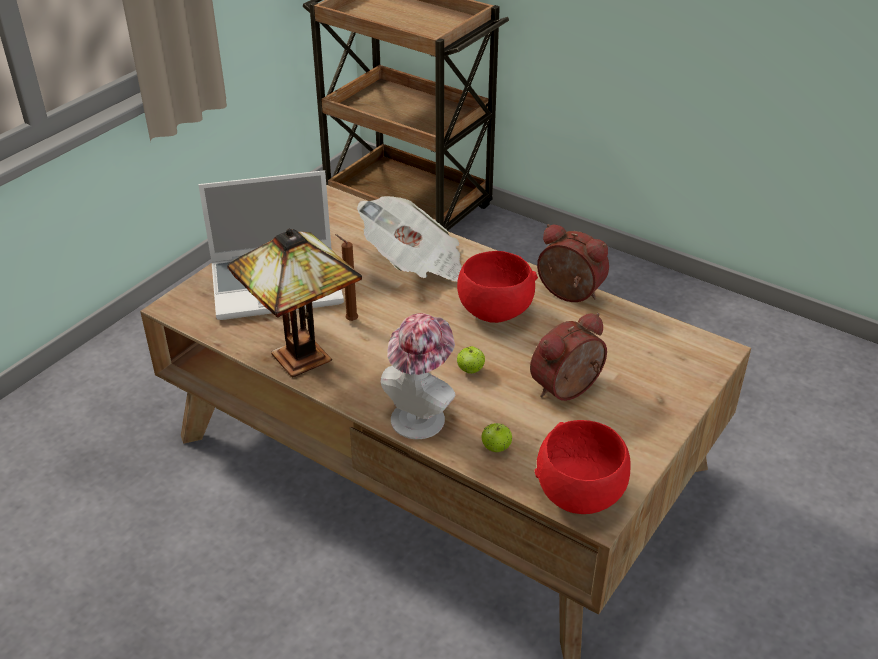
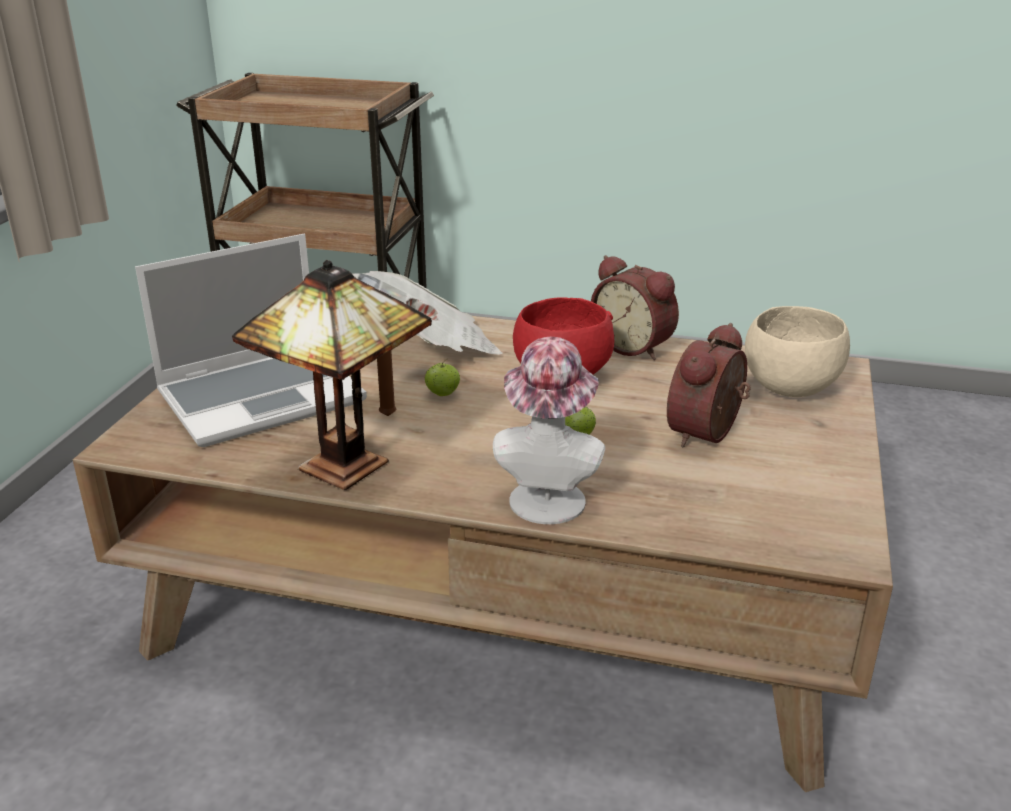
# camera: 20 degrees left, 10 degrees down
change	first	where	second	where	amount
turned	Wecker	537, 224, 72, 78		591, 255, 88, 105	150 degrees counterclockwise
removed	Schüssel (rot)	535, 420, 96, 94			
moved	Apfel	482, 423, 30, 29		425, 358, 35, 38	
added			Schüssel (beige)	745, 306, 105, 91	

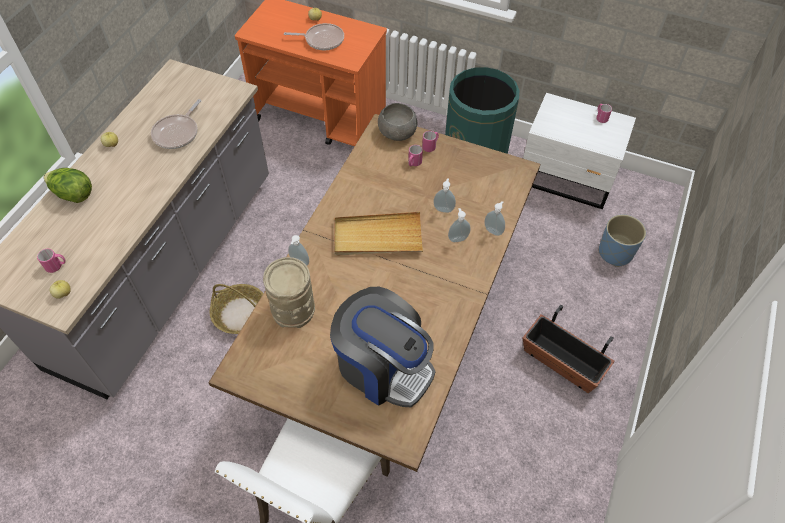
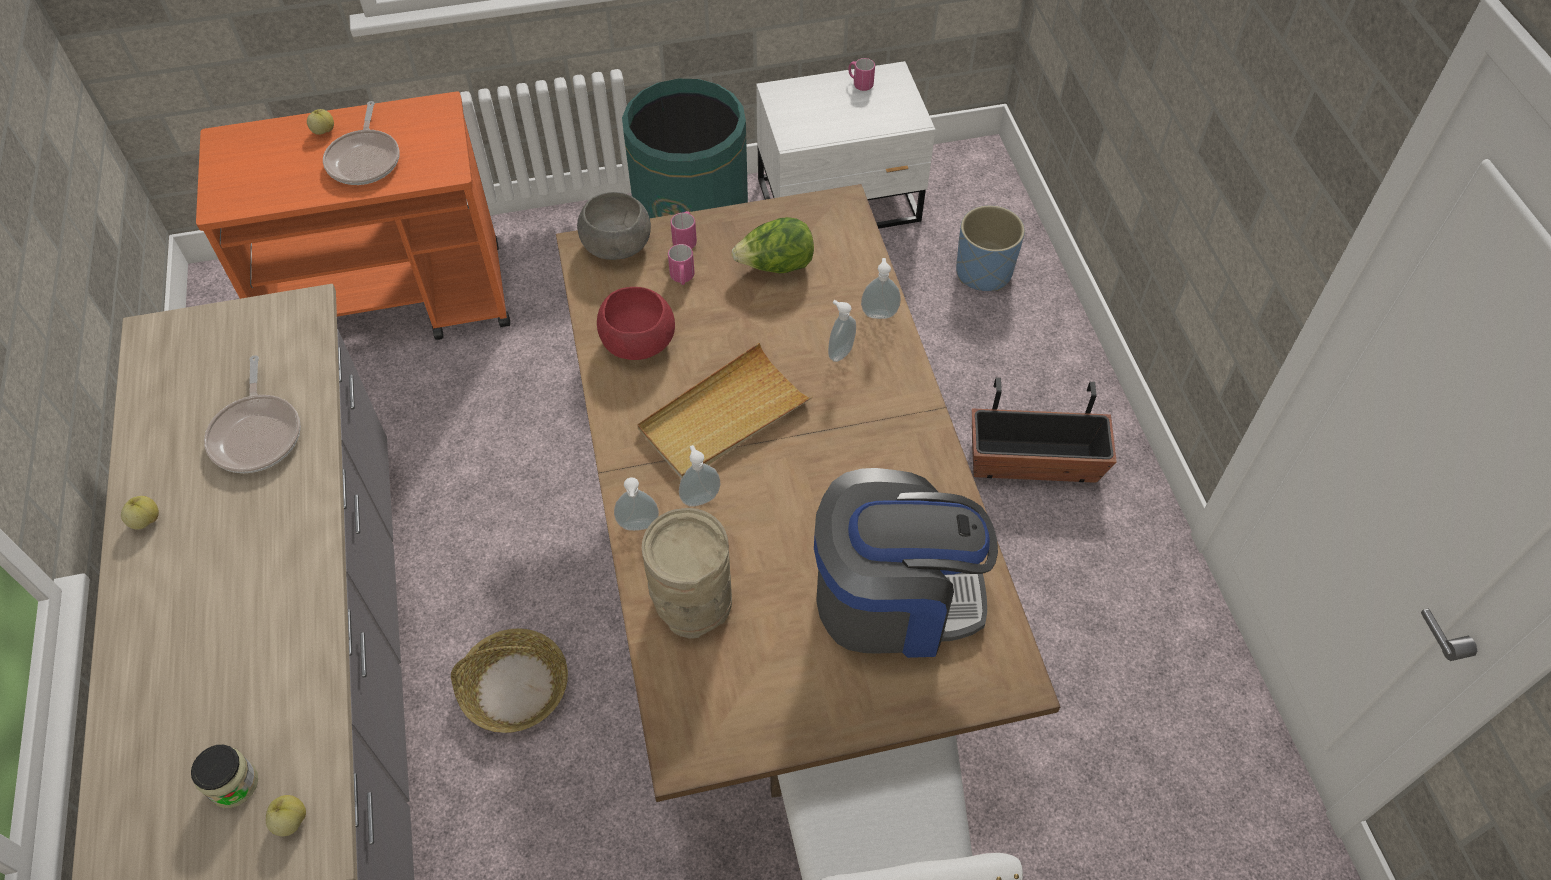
# camera: 35 degrees left, 0 degrees up
change	first	where	second	where	amount
turned	Pfanne	284, 23, 60, 27		323, 101, 77, 84	120 degrees clockwise
moved	Salatkopf	44, 168, 48, 35		731, 217, 83, 57	
moved	Seifenspender	433, 178, 23, 35		679, 445, 41, 62	
replaced	Henkelbecher (rosa)	37, 249, 28, 24	Vorratsglas	191, 745, 67, 63	
added			Schüssel (rot)	597, 287, 78, 73	

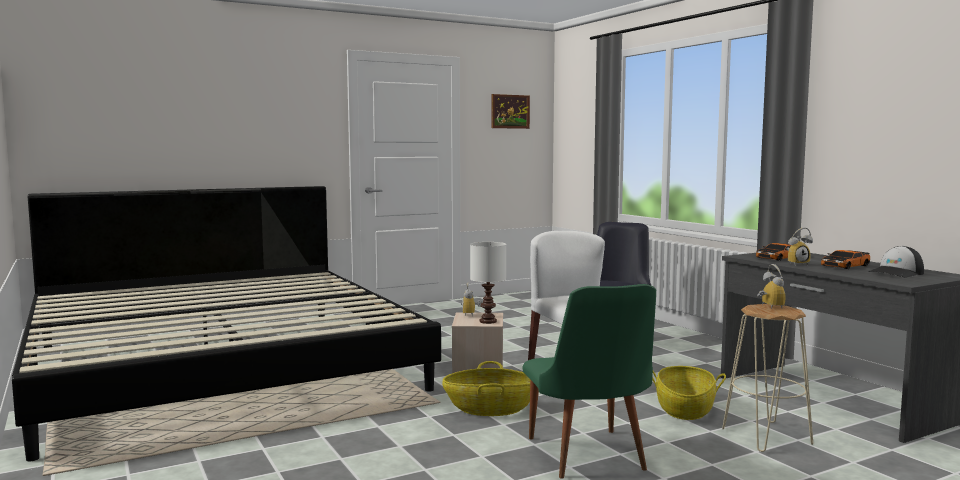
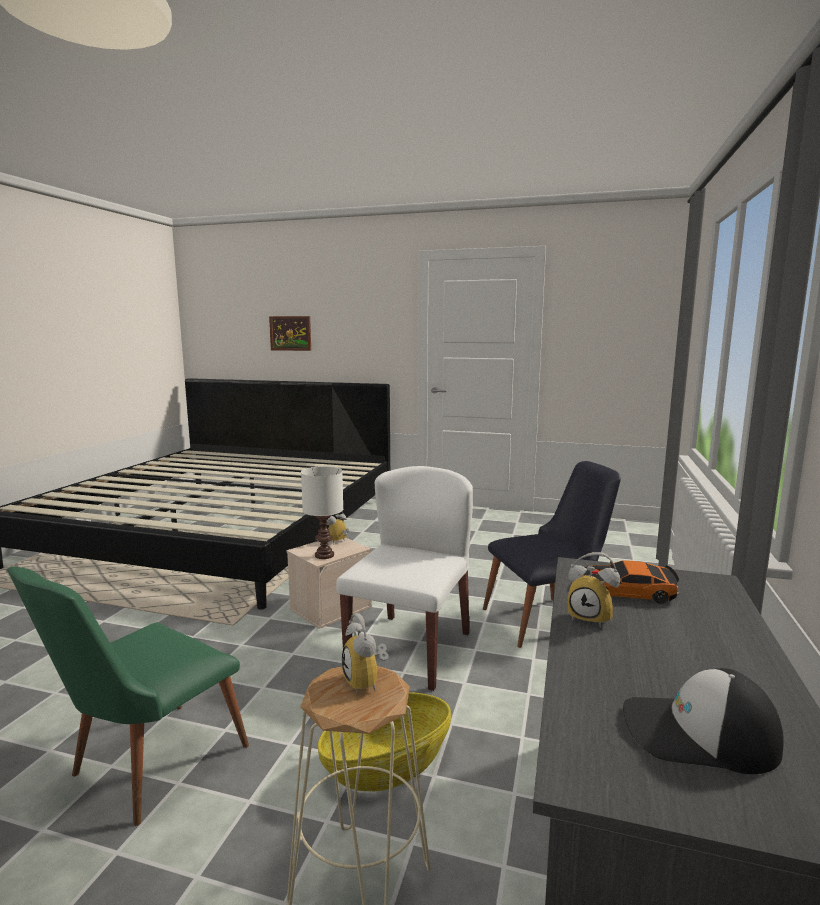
# camera: 45 degrees right, 5 degrees up
change	first	where	second	where	amount
moved	Bild	491, 94, 39, 35		269, 316, 42, 35	
removed	Spielzeugauto	821, 250, 49, 19			
turned	Wecker	757, 264, 29, 45		342, 613, 46, 80	120 degrees clockwise
removed	Korb	442, 361, 88, 55			

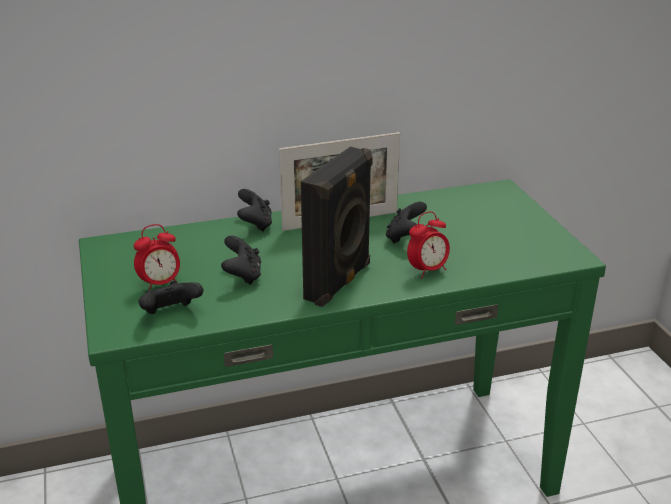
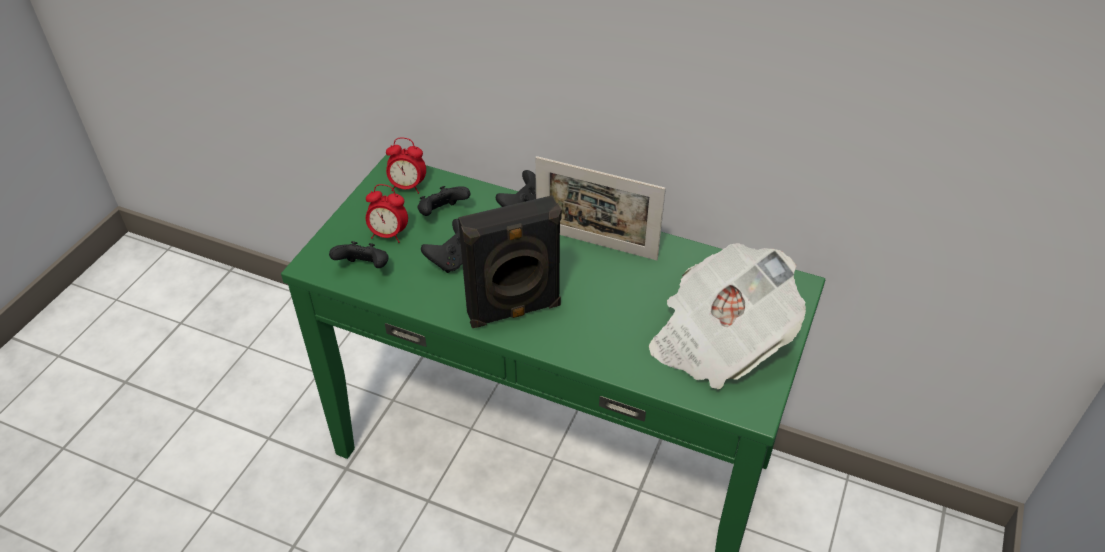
# camera: 40 degrees right, 15 degrees up
change	first	where	second	where	amount
moved	Gamepad (schwarz)	386, 202, 41, 42		417, 186, 53, 30	
moved	Wecker	407, 211, 43, 67		386, 138, 40, 56	
added			Zeitung	649, 243, 157, 147	

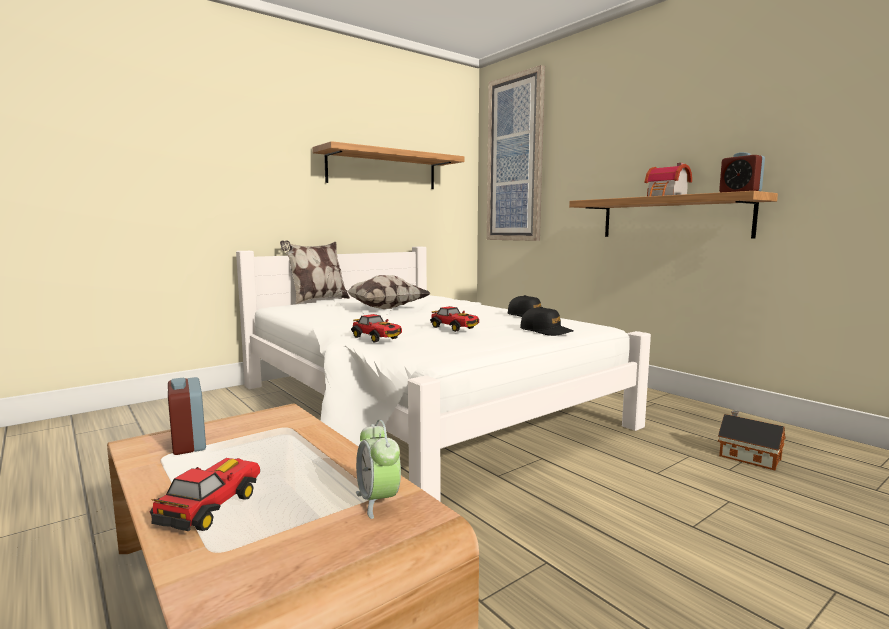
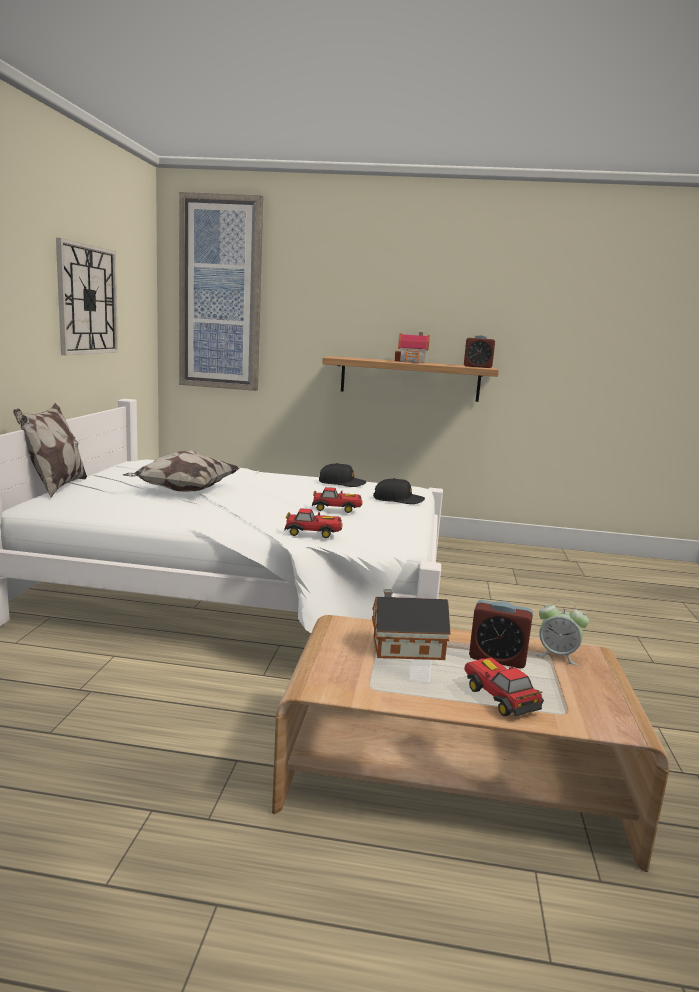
# camera: 45 degrees left, 5 degrees up
change	first	where	second	where	amount
replaced	Wandregal	312, 141, 153, 48	Wanduhr	56, 238, 62, 117	
moved	Wecker	168, 377, 38, 78		469, 600, 64, 69	
moved	Spielzeughaus	718, 410, 67, 61		372, 589, 79, 71	

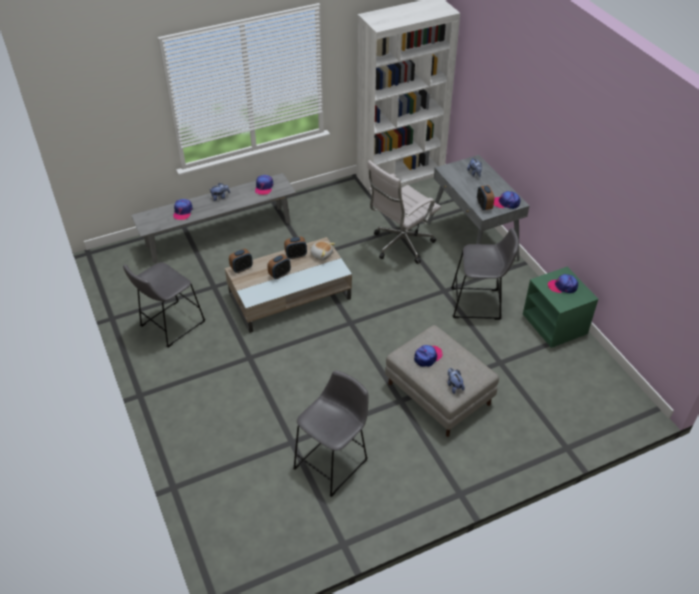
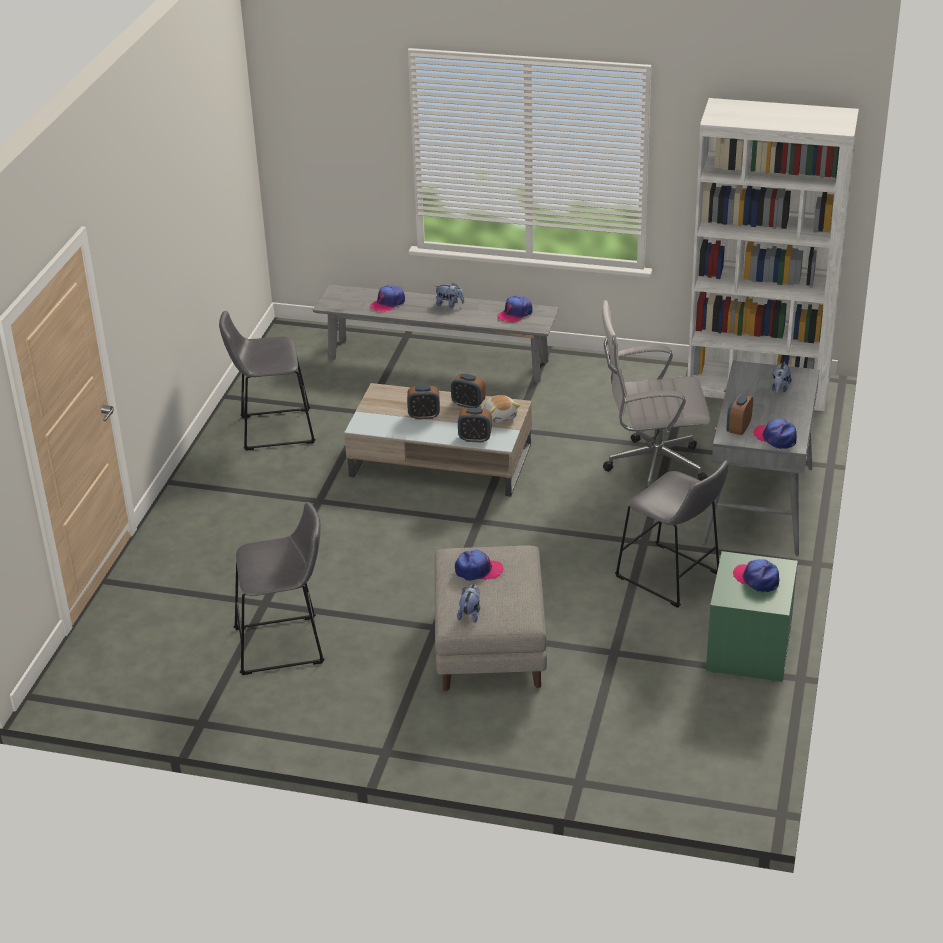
# camera: 40 degrees right, 10 degrees down
change	first	where	second	where	amount
moved	Wecker	229, 249, 24, 24		458, 408, 34, 35	

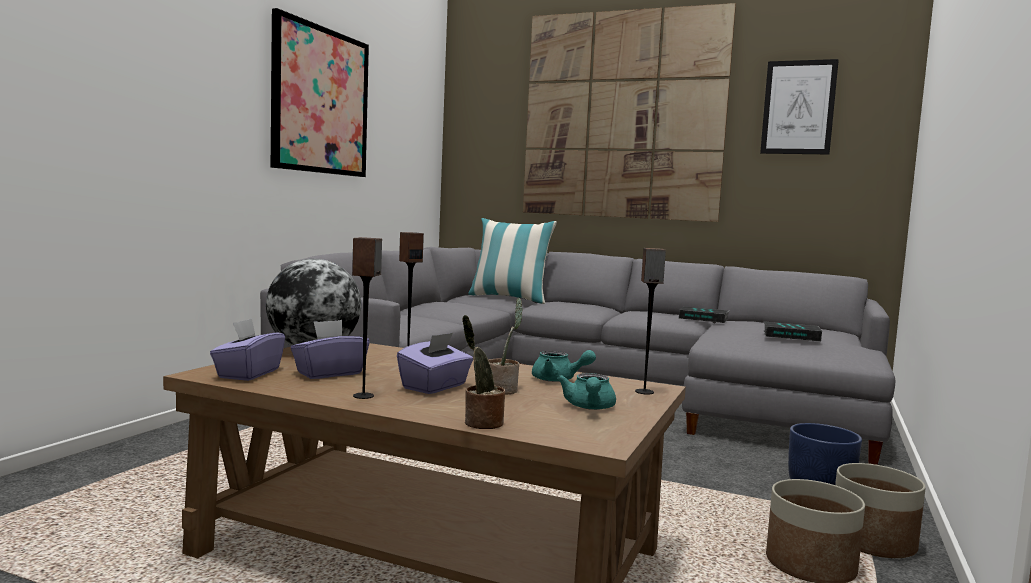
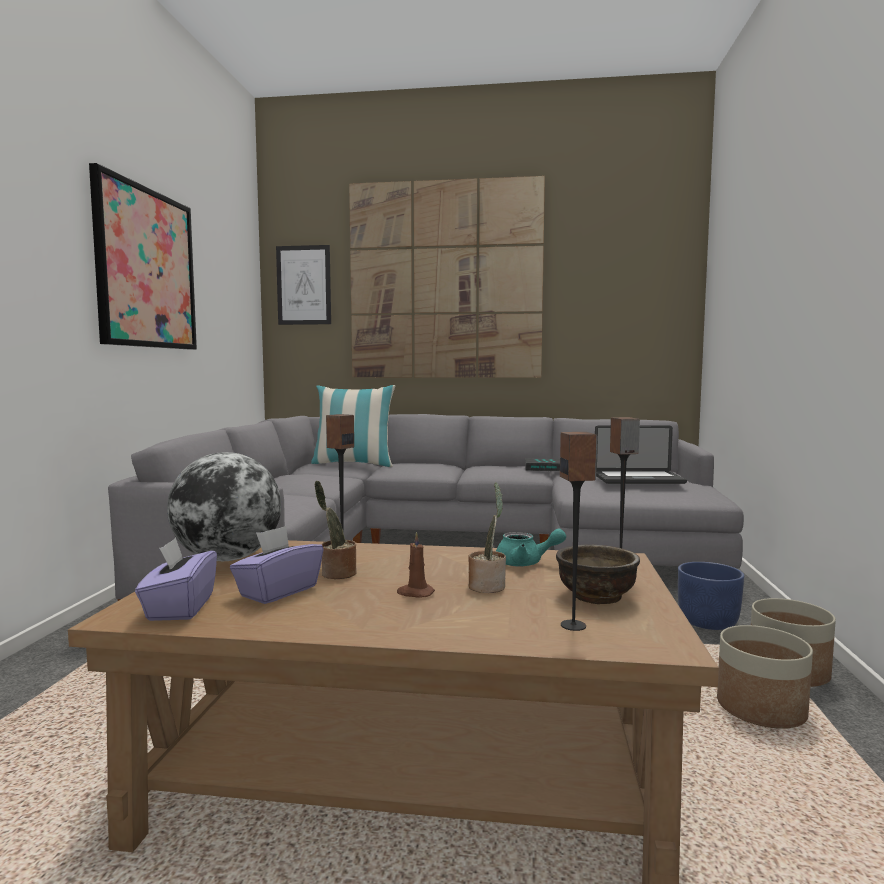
# camera: 15 degrees left, 0 degrees up
change	first	where	second	where	amount
moved	Bild	760, 59, 79, 95		276, 245, 55, 80	
moved	Lautsprecher	352, 237, 30, 162		560, 432, 37, 199	
moved	Topfpflanze	462, 315, 43, 114		315, 481, 42, 98	
replaced	Buch	764, 321, 58, 20	Laptop	595, 426, 92, 58	
replaced	Taschentuchbox (lila)	397, 333, 76, 61	Kerze (braun)	397, 532, 38, 66	
replaced	Teekanne (türkis)	557, 373, 59, 37	Schüssel (braun)	556, 545, 84, 59	

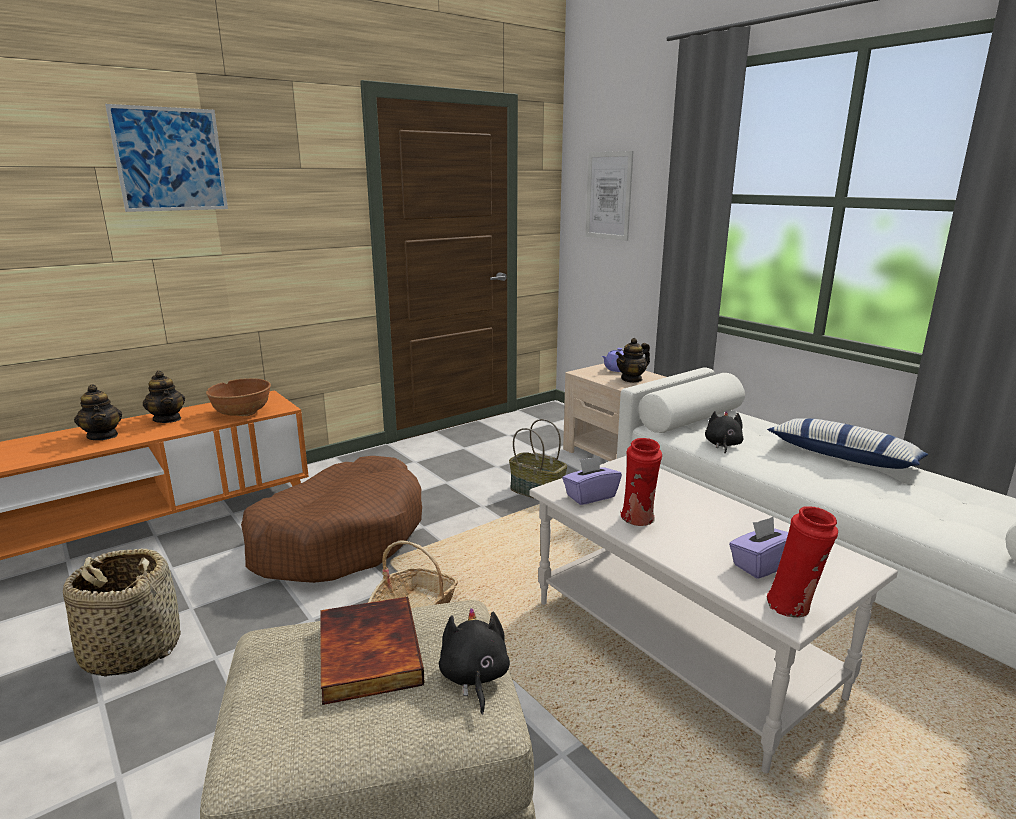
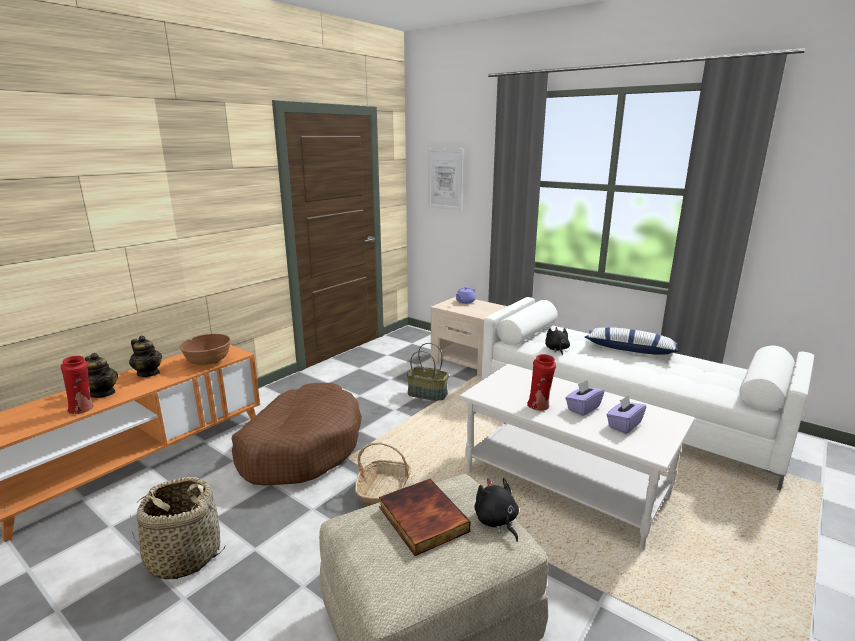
# camera: 15 degrees left, 0 degrees up
change	first	where	second	where	amount
removed	Bild	105, 104, 123, 108			
removed	Teekanne	616, 338, 34, 45			
moved	Taschentuchbox (lila)	562, 456, 60, 49		566, 380, 38, 36	
moved	Vase (rot)	767, 506, 71, 112		61, 356, 33, 58	

